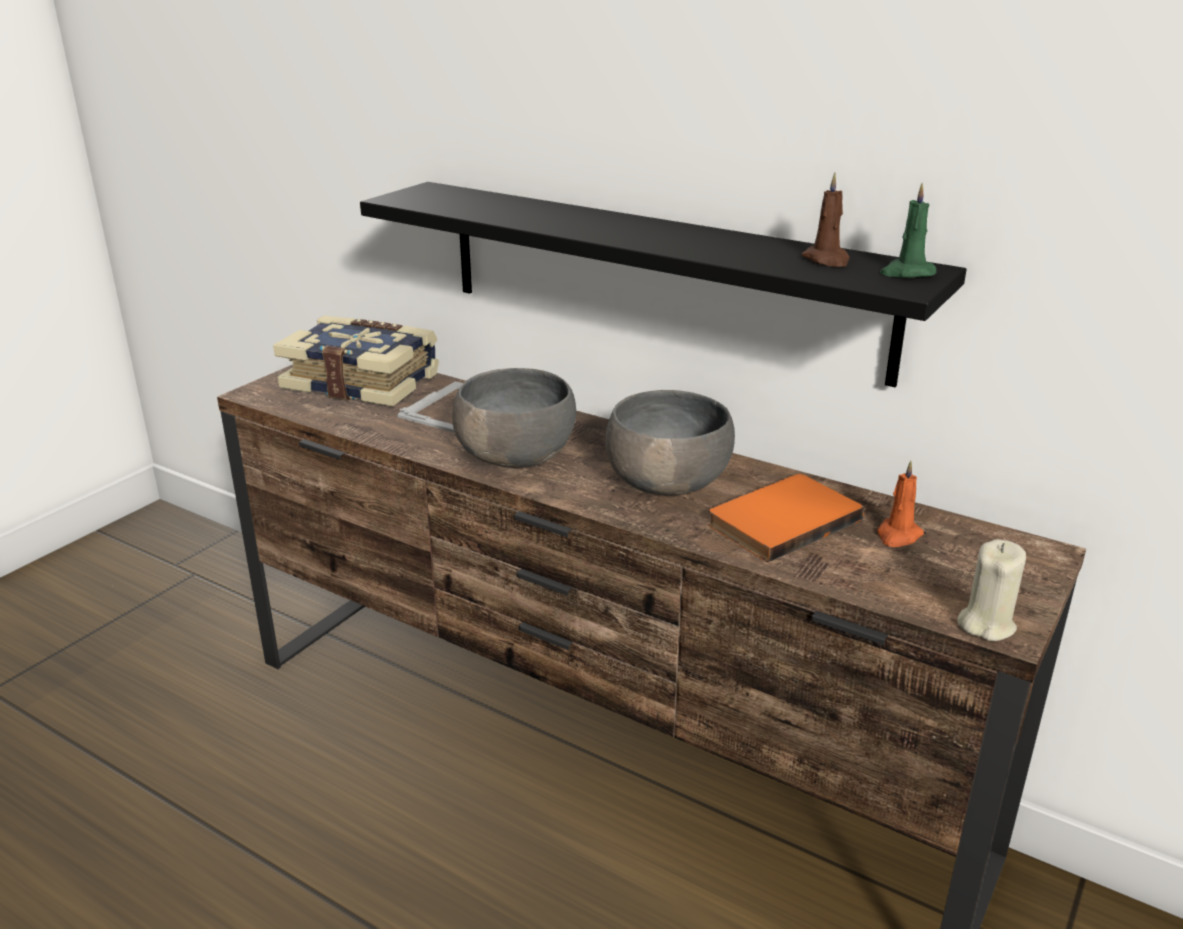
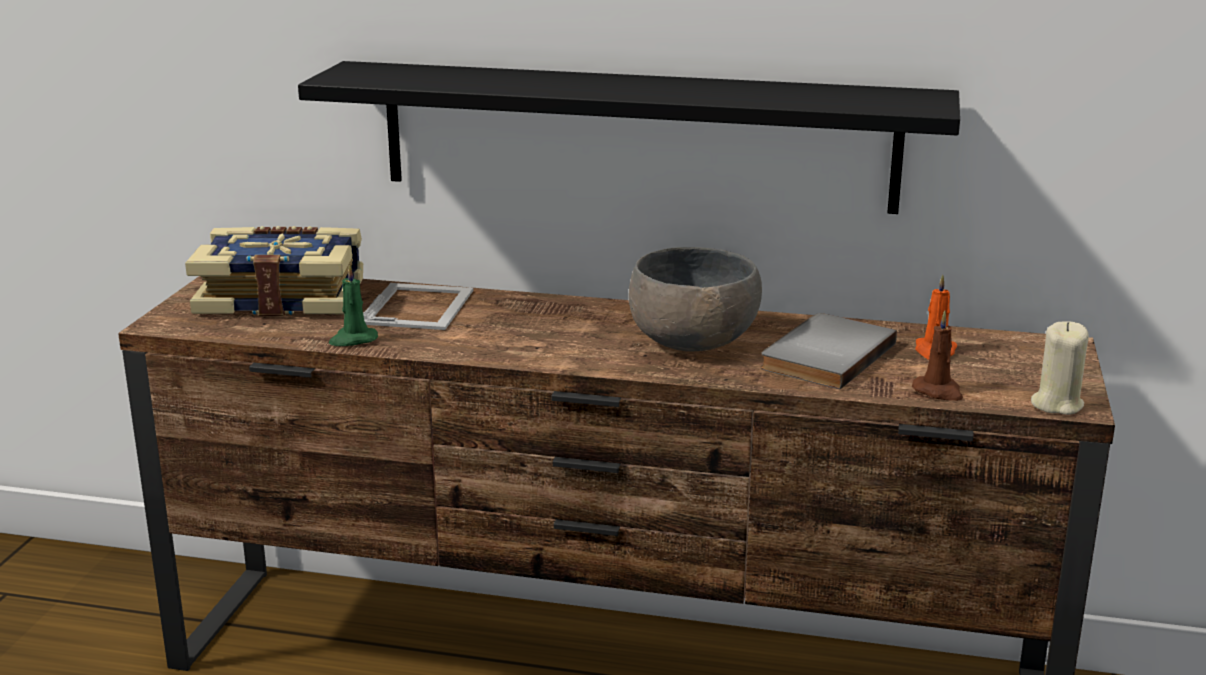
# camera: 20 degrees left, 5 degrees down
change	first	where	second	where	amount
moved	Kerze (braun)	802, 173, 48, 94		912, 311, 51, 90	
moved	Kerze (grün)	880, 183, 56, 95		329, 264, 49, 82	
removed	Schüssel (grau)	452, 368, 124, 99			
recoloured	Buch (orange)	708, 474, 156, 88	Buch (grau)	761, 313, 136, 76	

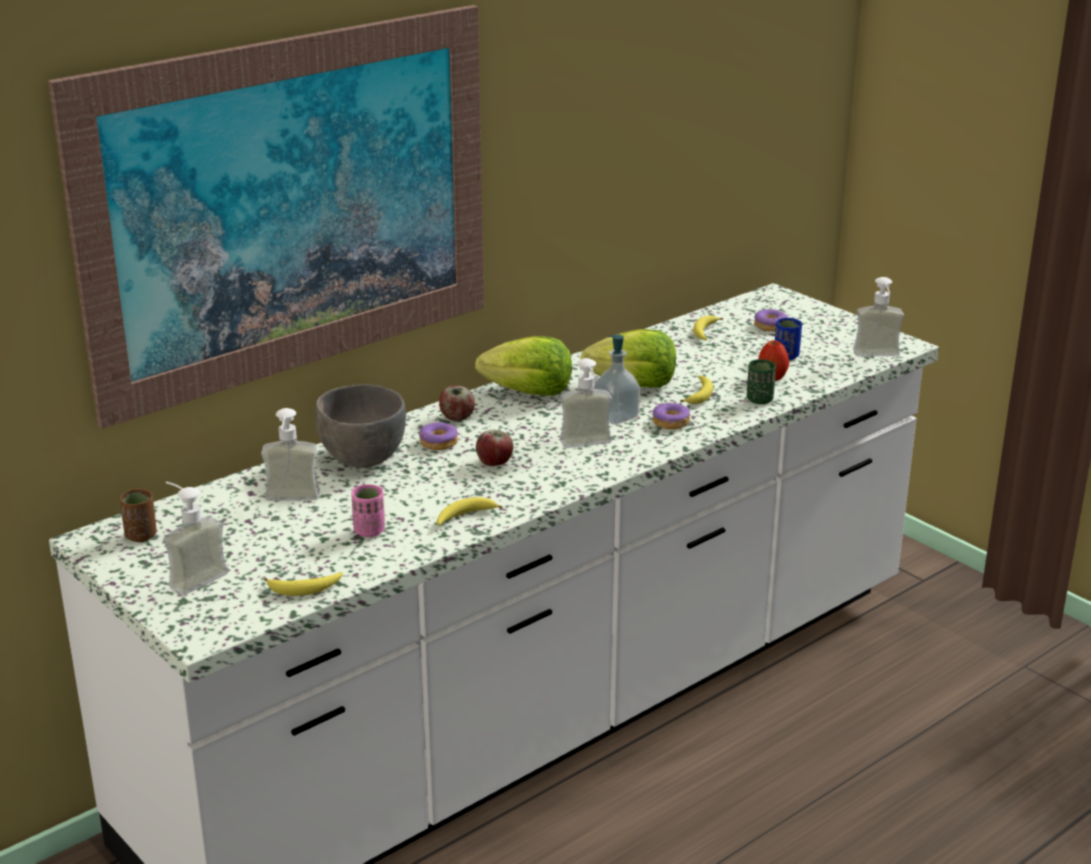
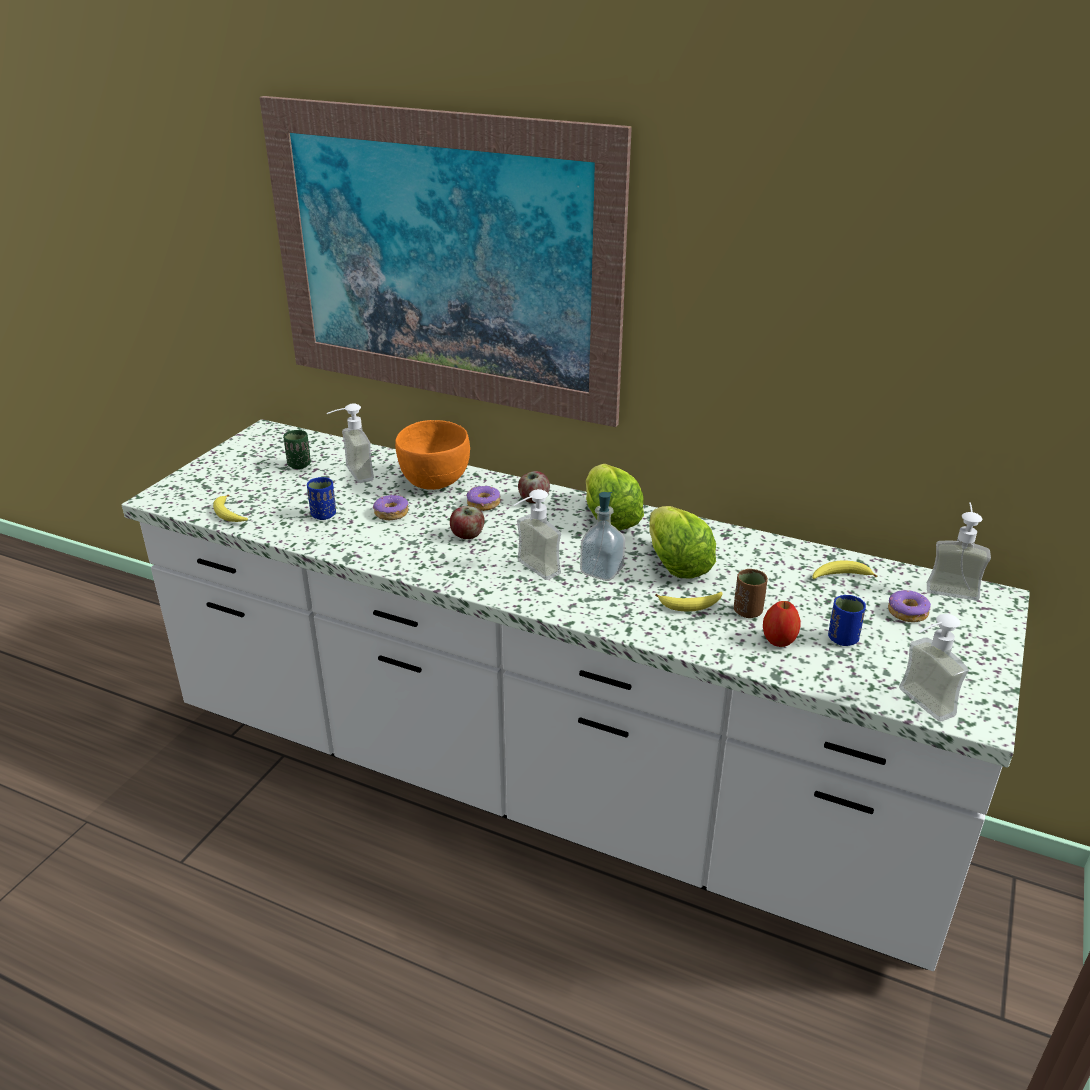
# camera: 65 degrees right, 5 degrees up
change	first	where	second	where	amount
moved	Tasse (grün)	747, 359, 29, 45		283, 430, 28, 39	
recoloured	Schüssel (grau)	315, 384, 91, 84	Schüssel (orange)	395, 420, 75, 70	
moved	Donut	653, 403, 37, 26		373, 494, 36, 26	
moved	Seifenspender	163, 482, 65, 114		927, 502, 64, 99	
recoloured	Tasse (rosa)	351, 484, 34, 53	Tasse (blau)	307, 477, 29, 43	
moved	Tasse (braun)	120, 488, 37, 54		734, 569, 34, 49	
removed	Banane	437, 497, 66, 29			

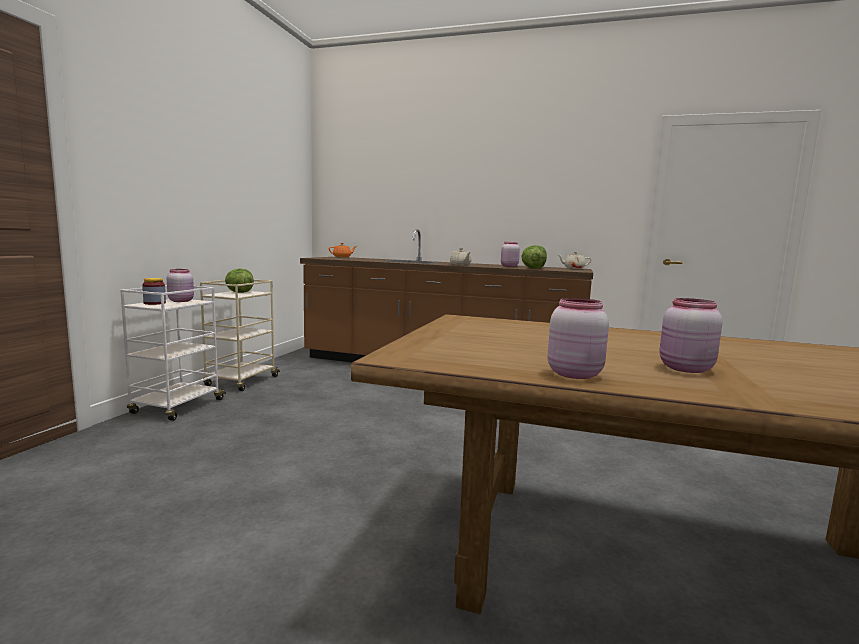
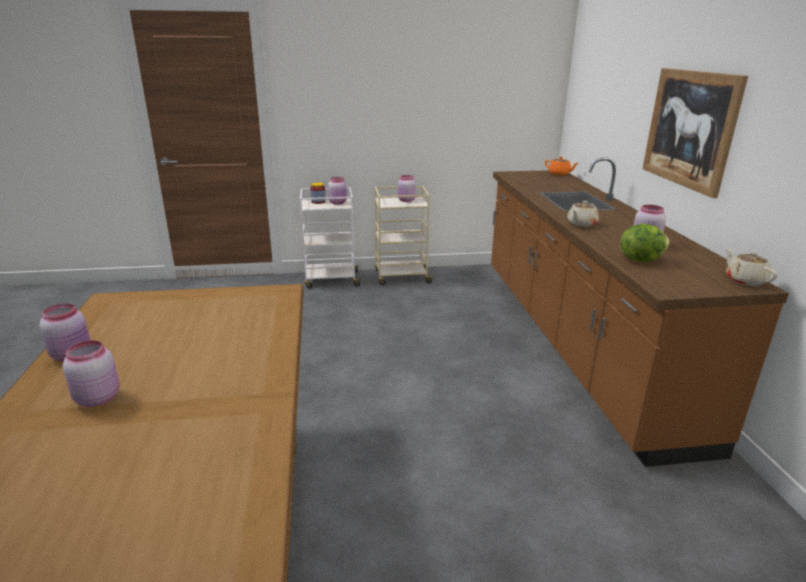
# camera: 65 degrees right, 15 degrees up
change	first	where	second	where	amount
replaced	Salatkopf	225, 268, 29, 25	Vorratsglas (rosa)	398, 175, 18, 27	
added			Bild	643, 68, 105, 130	

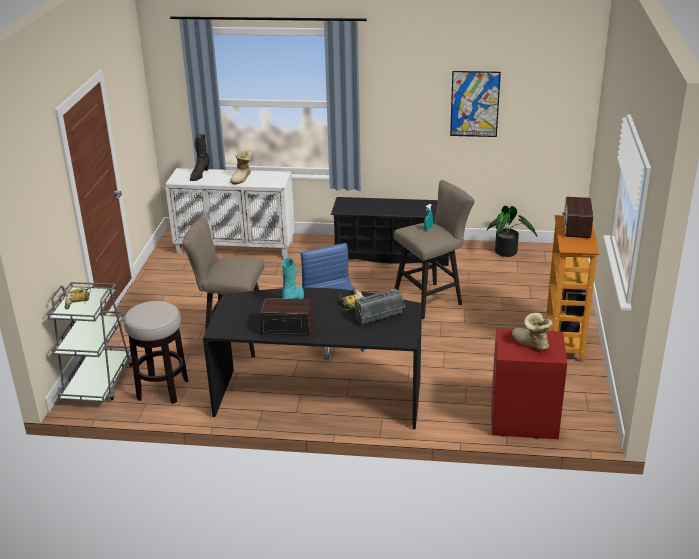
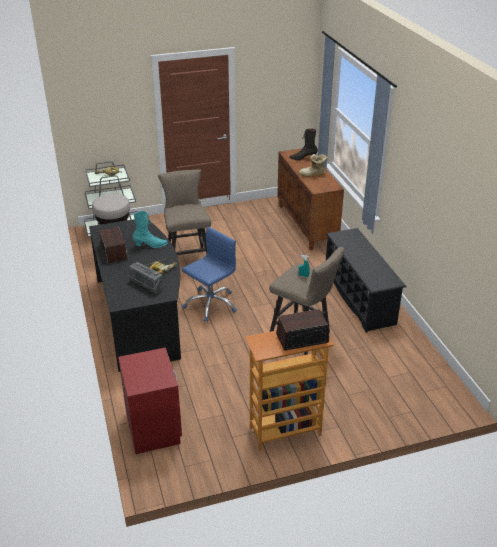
# camera: 65 degrees right, 5 degrees up
change	first	where	second	where	amount
removed	Bild	450, 71, 51, 66			
recoloured	Schrank (weiß)	165, 168, 130, 91	Schrank (braun)	277, 149, 67, 102	
removed	Topfpflanze	487, 206, 50, 51			
removed	Stiefel	512, 313, 41, 37			

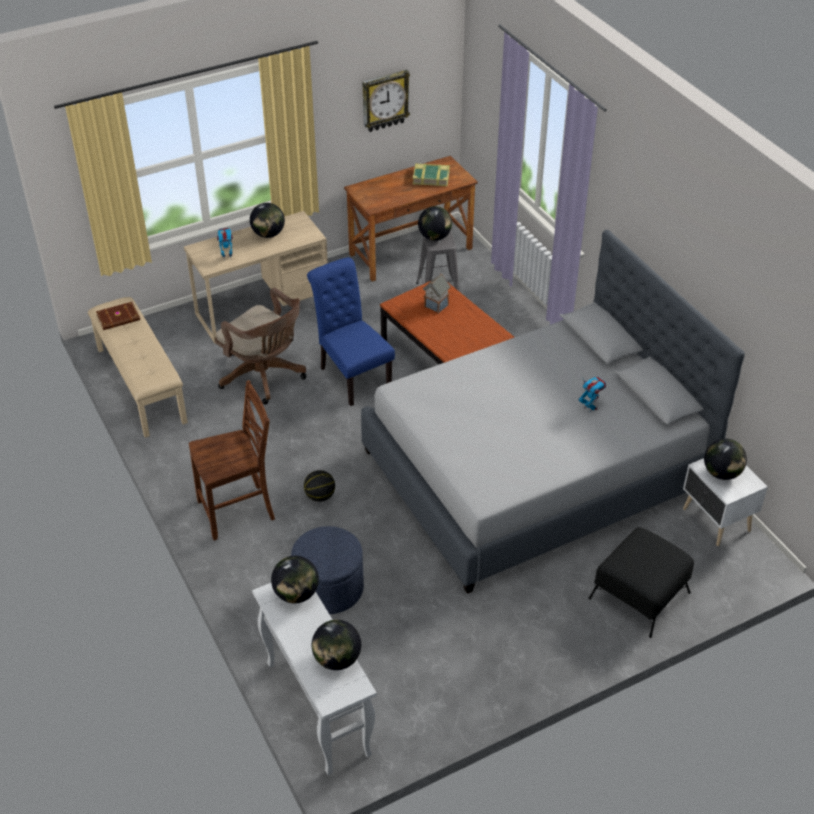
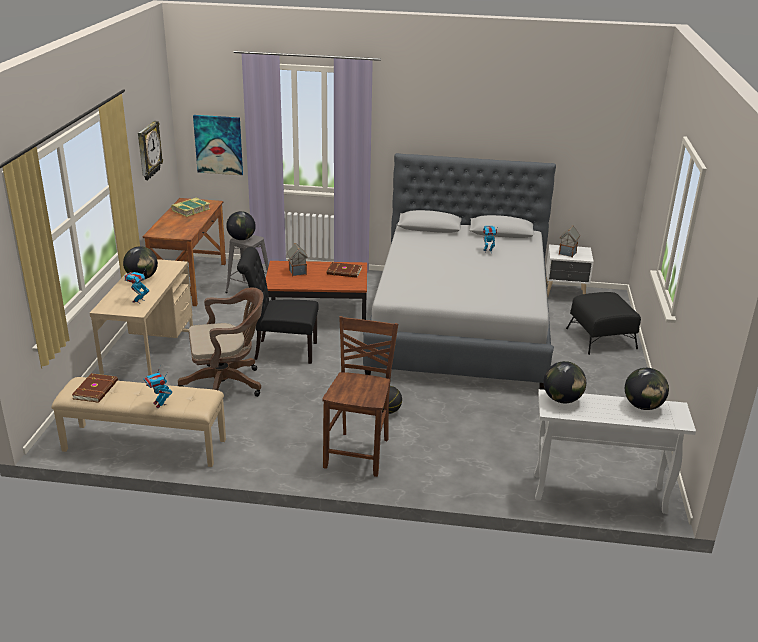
# camera: 55 degrees left, 15 degrees down
change	first	where	second	where	amount
recoloured	Stuhl (blau)	307, 257, 88, 149	Stuhl (schwarz)	237, 247, 82, 117	
replaced	Globus	704, 438, 43, 42	Spielzeughaus	559, 226, 21, 32	
removed	Polsterhocker (blau)	291, 526, 73, 88			
added			Bild	193, 115, 50, 60	
added			Buch (braun)	327, 262, 35, 16	
added			Spielzeugroboter	144, 368, 28, 40	

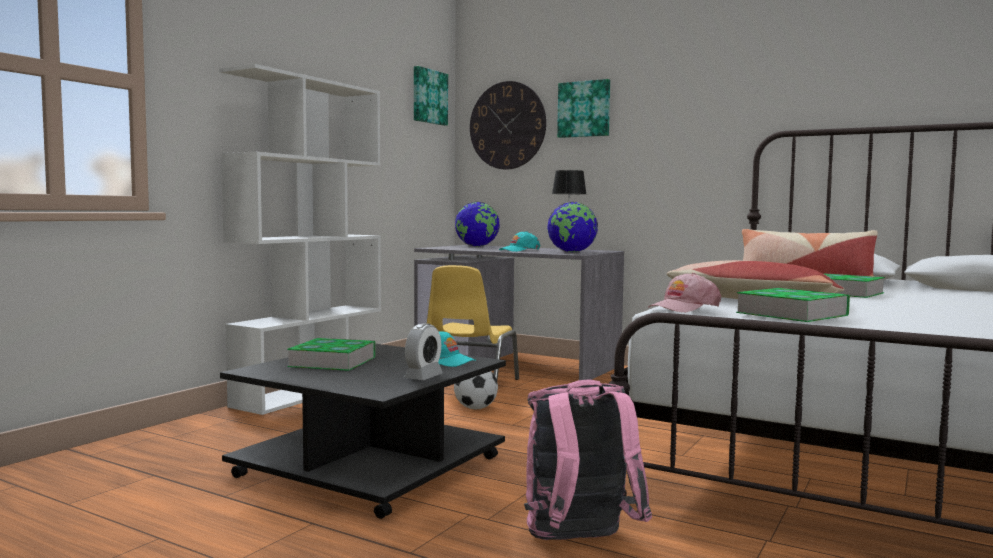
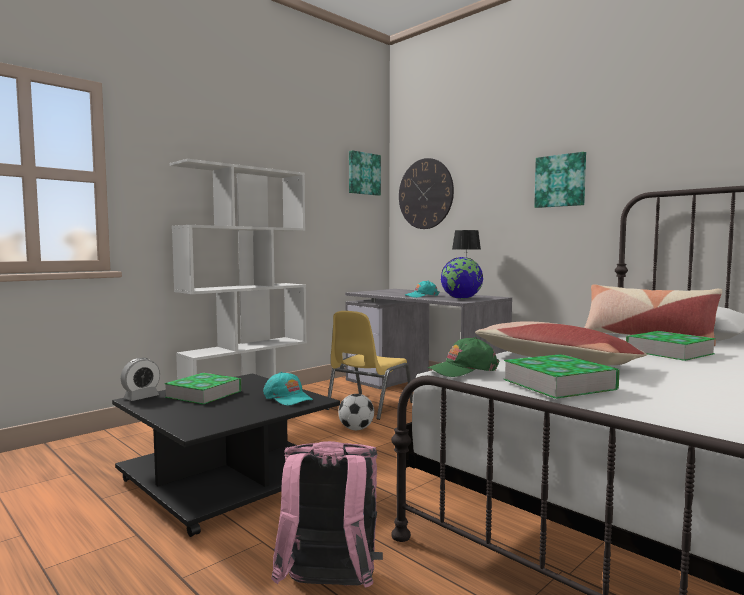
# camera: 15 degrees right, 0 degrees up
change	first	where	second	where	amount
moved	Bild	557, 79, 53, 59		534, 152, 52, 56	
removed	Globus	455, 202, 45, 45			
recoloured	Kappe (rosa)	648, 273, 73, 39	Kappe (grün)	427, 337, 72, 40	
moved	Wecker	404, 323, 39, 57		121, 358, 39, 43	

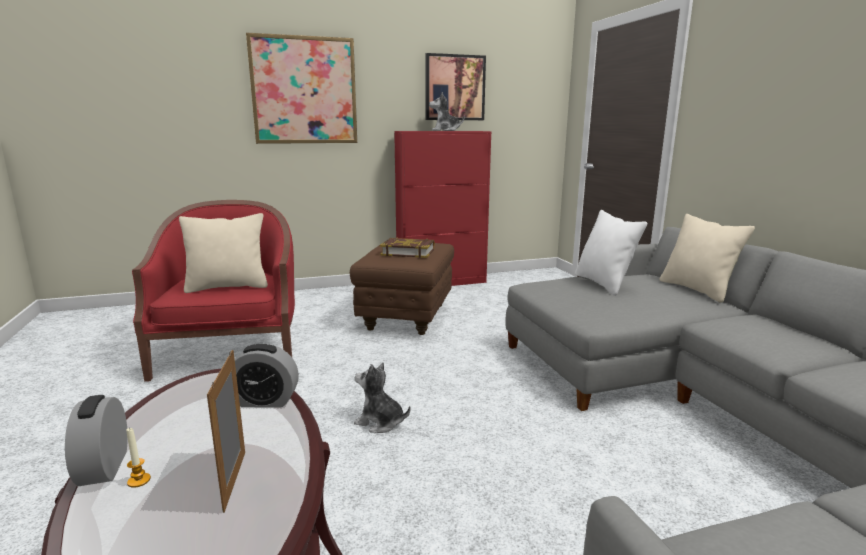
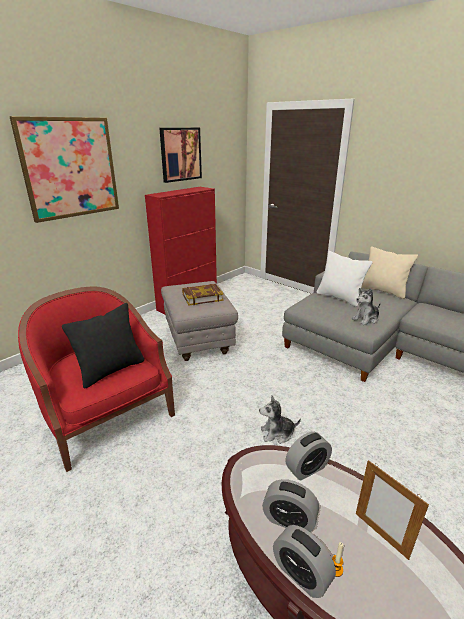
# camera: 30 degrees left, 10 degrees up
change	first	where	second	where	amount
moved	Plüschtier	429, 92, 36, 39		352, 288, 28, 37	
recoloured	Kissen (beige)	179, 213, 89, 80	Kissen (schwarz)	62, 303, 82, 86	
recoloured	Polsterhocker (braun)	350, 242, 104, 93	Polsterhocker (grau)	161, 281, 77, 80	
added			Wecker	262, 479, 57, 53	

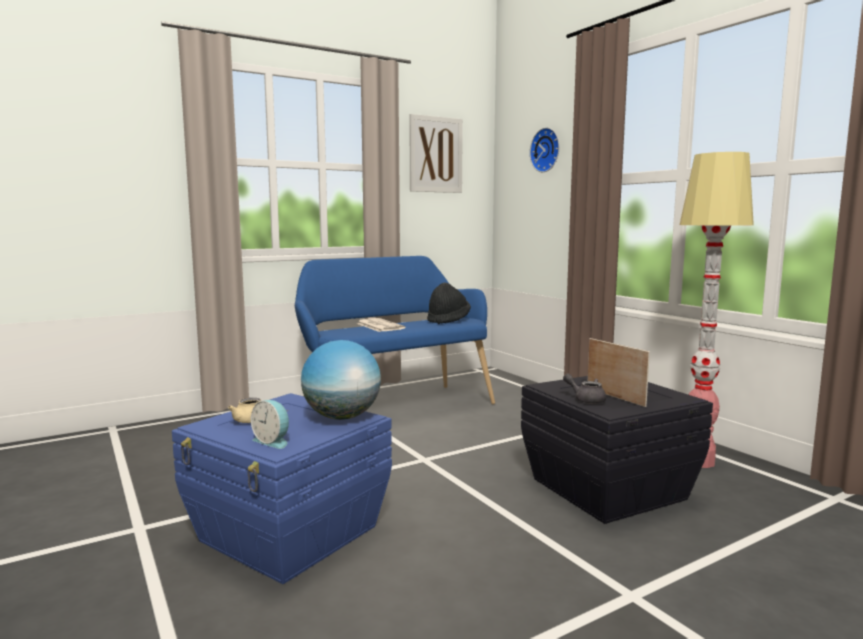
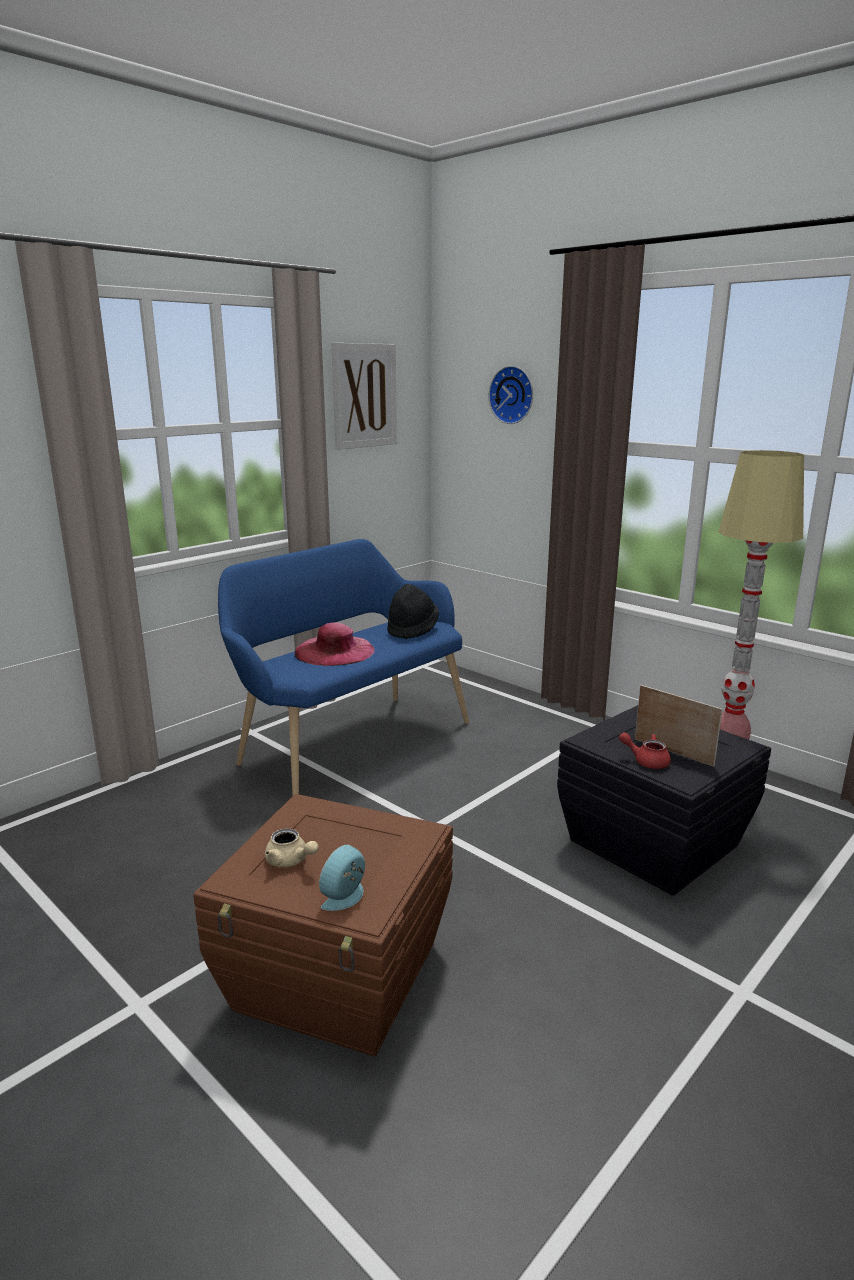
# camera: 15 degrees left, 10 degrees up
change	first	where	second	where	amount
replaced	Zeitung	356, 318, 50, 14	Hut (rosa)	295, 623, 80, 43	
removed	Globus	301, 340, 80, 80			
recoloured	Teekanne (grau)	563, 374, 43, 30	Teekanne (rot)	619, 732, 52, 37	
recoloured	Aufbewahrungsbox (blau)	172, 393, 220, 191	Aufbewahrungsbox (braun)	193, 794, 260, 262	
turned	Wecker	251, 400, 38, 49		319, 845, 46, 66	105 degrees clockwise

